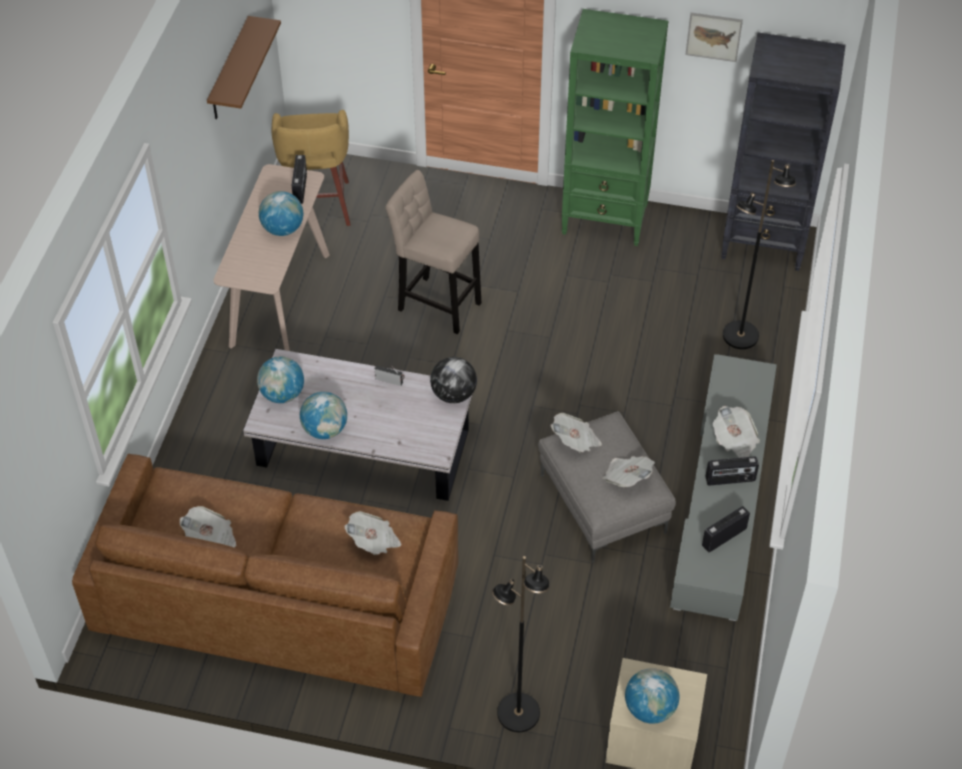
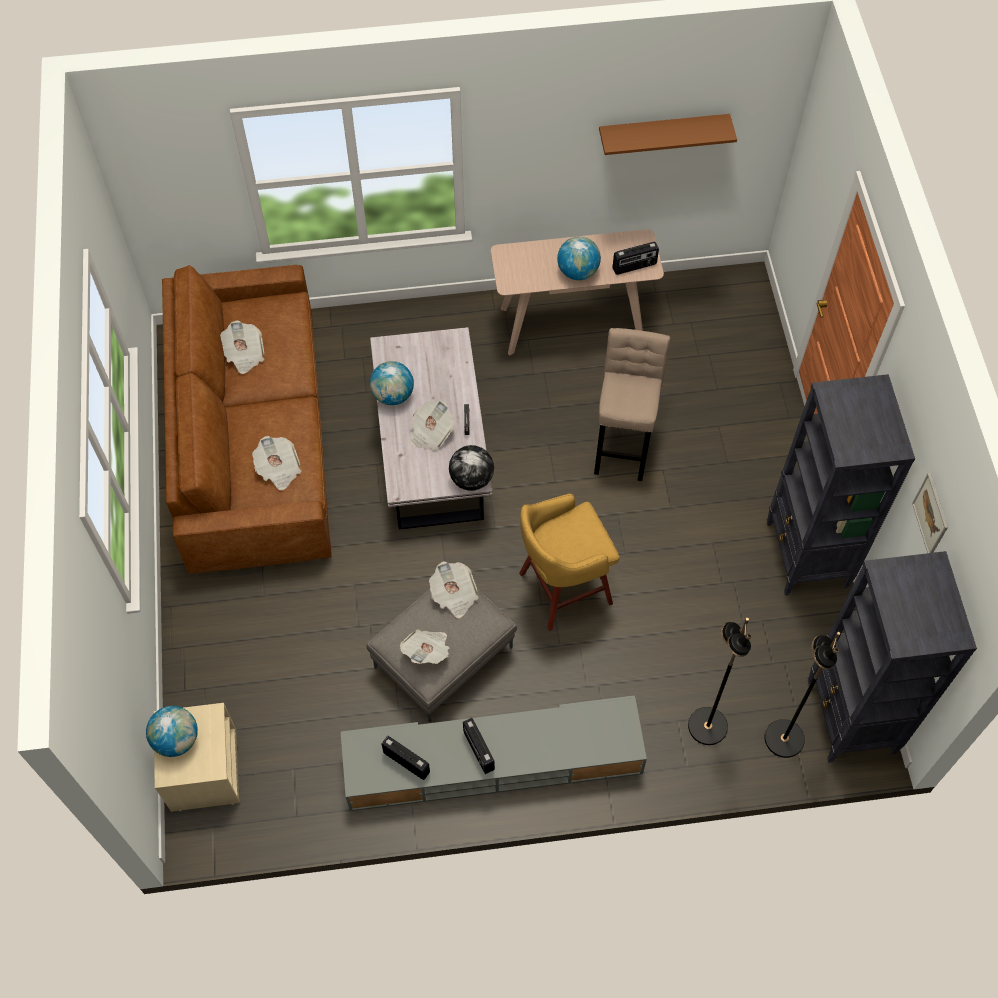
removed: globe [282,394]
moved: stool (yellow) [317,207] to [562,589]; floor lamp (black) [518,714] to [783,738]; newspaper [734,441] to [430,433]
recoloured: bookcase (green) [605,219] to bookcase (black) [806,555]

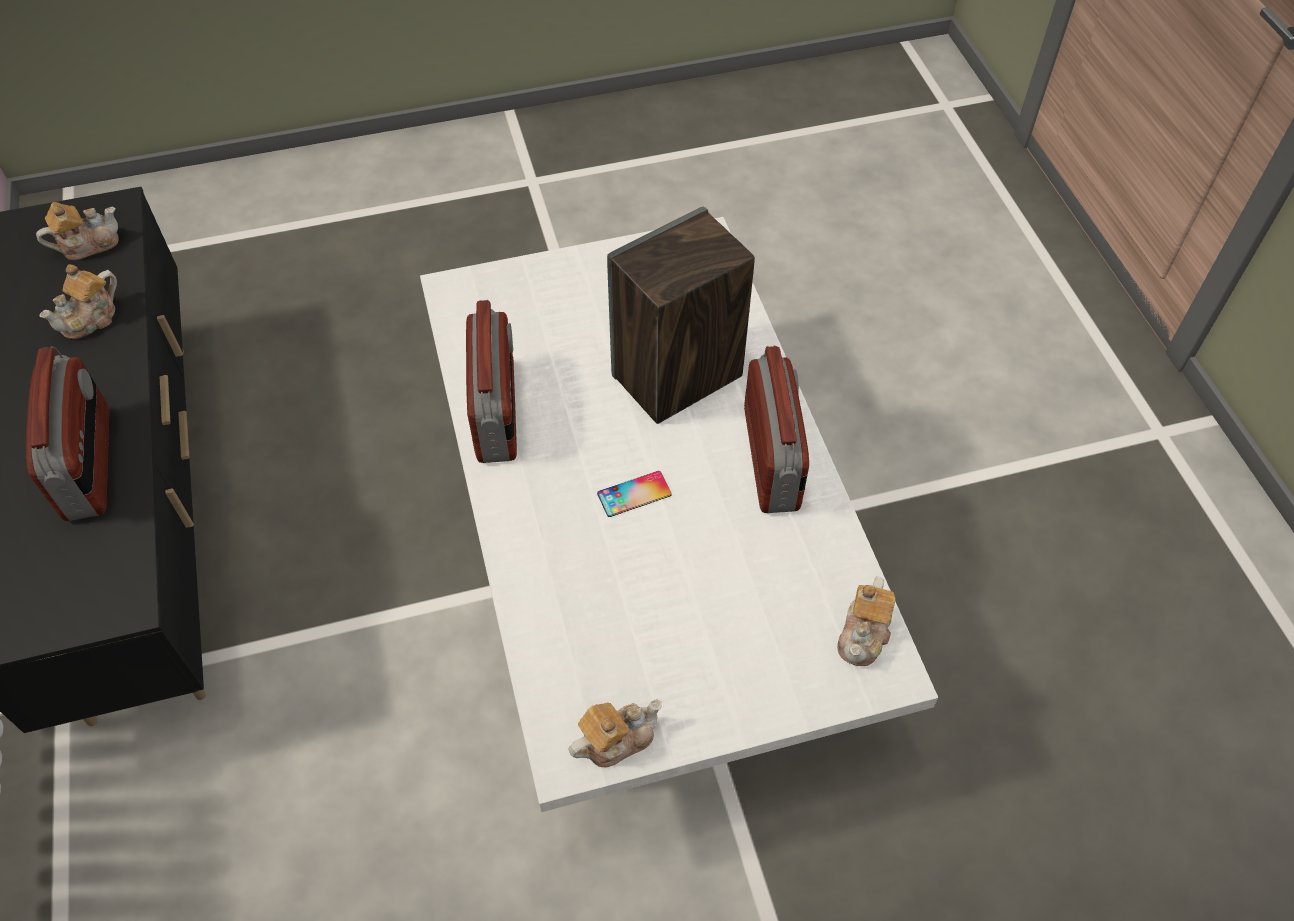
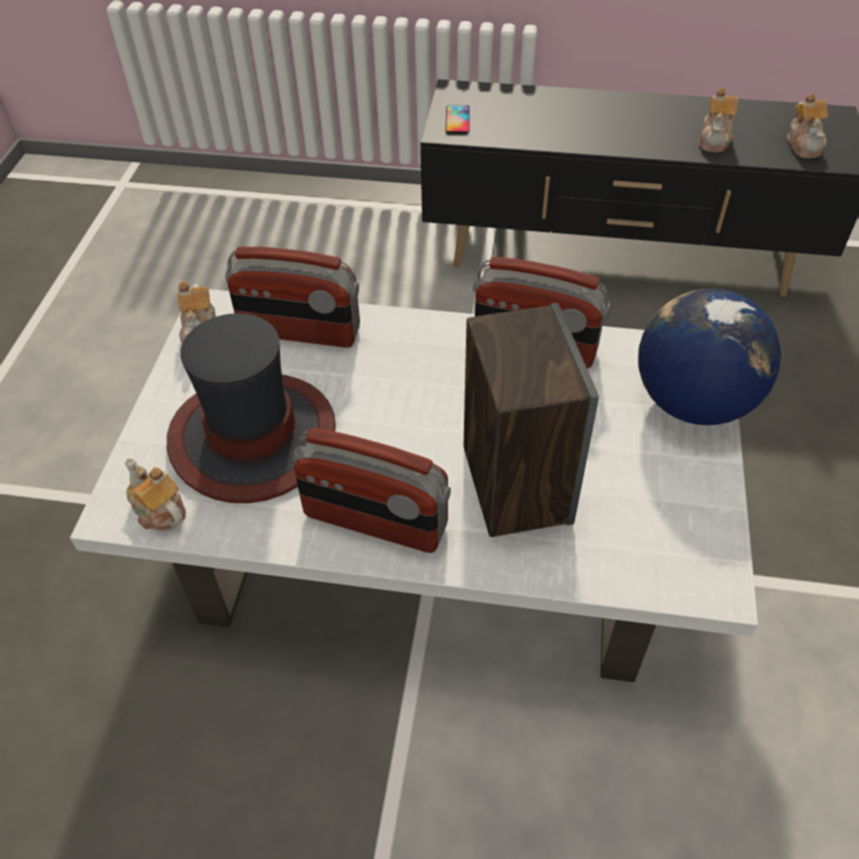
added: hat [253,437]; globe [692,402]
moved: radio [90,463] to [299,332]; phone [634,494] to [457,120]
turned: teapot [91,319] = [715,139] 135 degrees counterclockwise

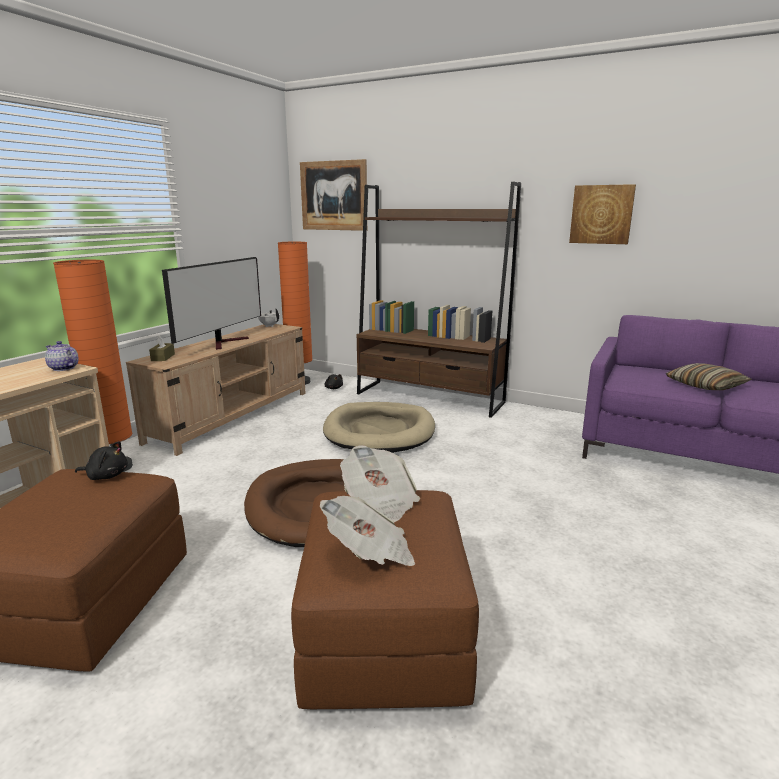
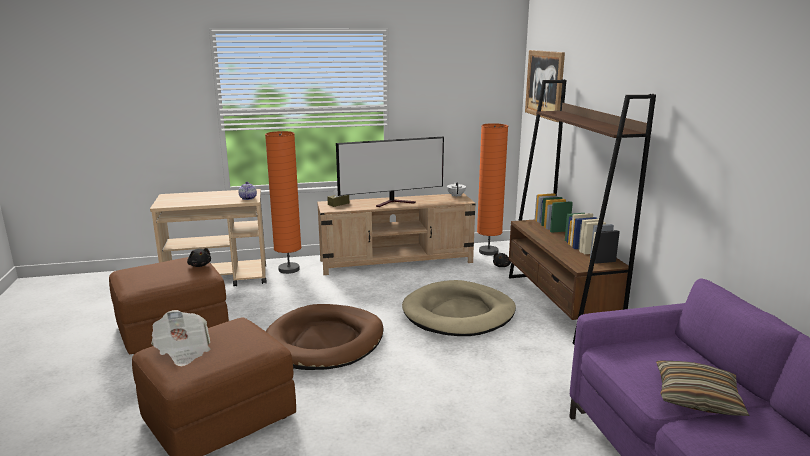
removed: newspaper [380,501]; picture [601,214]

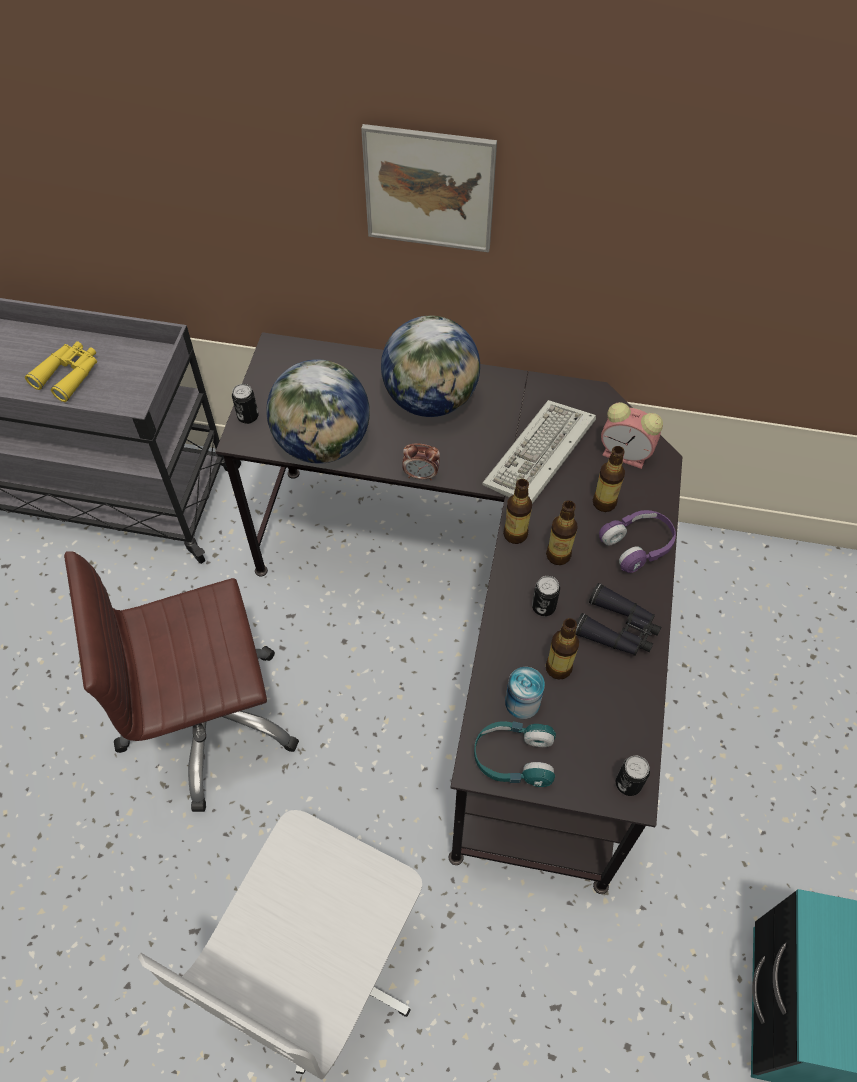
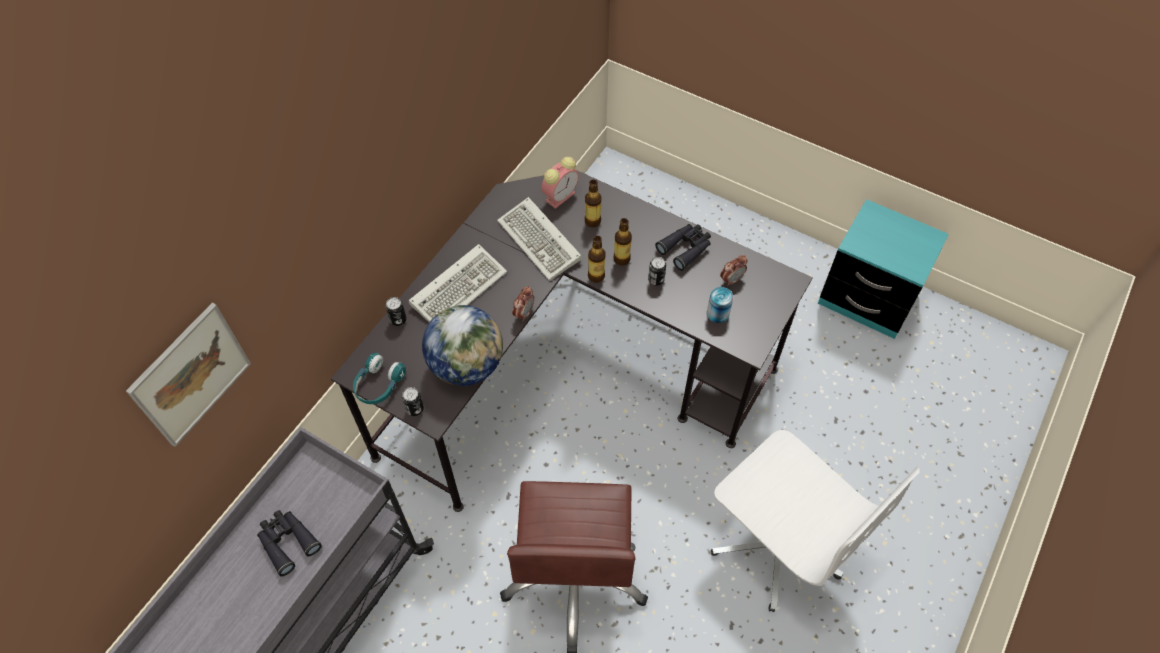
removed: bottle [558,668]; headphones (purple) [638,545]
added: alarm clock [731,280]
moved: picture [429,189] to [191,375]; headphones (turquoise) [513,758] to [379,385]; can [628,783] to [398,320]
replaced: globe [431,399] to keyboard [459,287]
recoloured: binoculars (yellow) [69,374] to binoculars (black) [287,542]

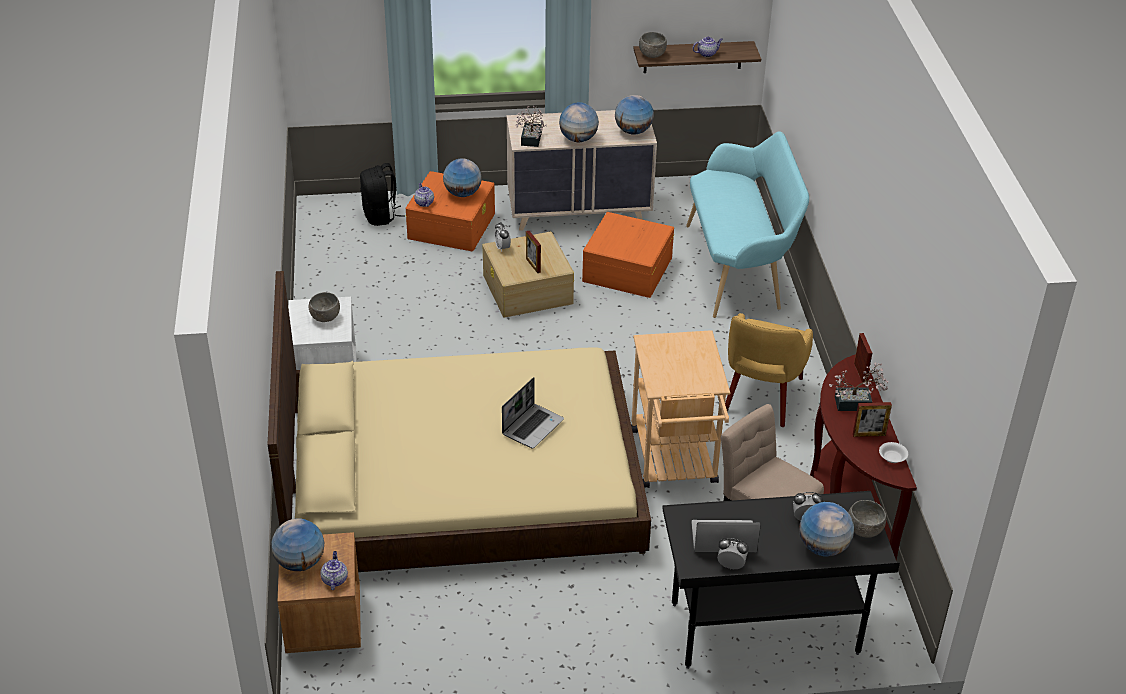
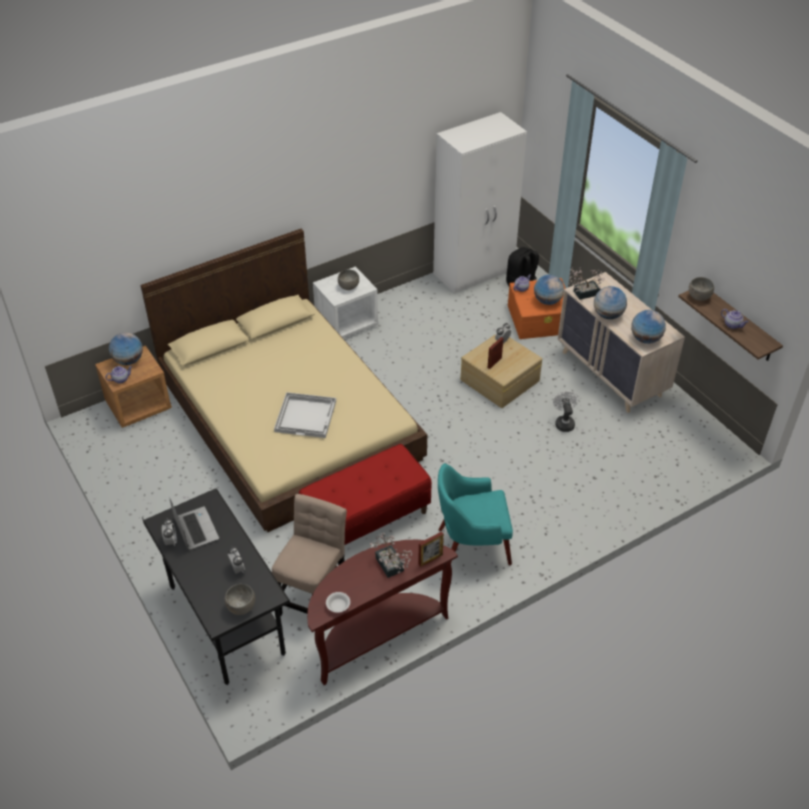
removed: bench (turquoise) [739,268]; globe [823,547]; picture frame [869,434]
added: wardrobe (white) [474,272]
replaced: laptop [532,426] to tray (white) [306,416]; storage box (orange) [627,269] to fan (white) [564,422]; cart (beige) [675,463] to bench (red) [366,519]
recoloured: armchair (yellow) [761,397] to armchair (turquoise) [471,546]

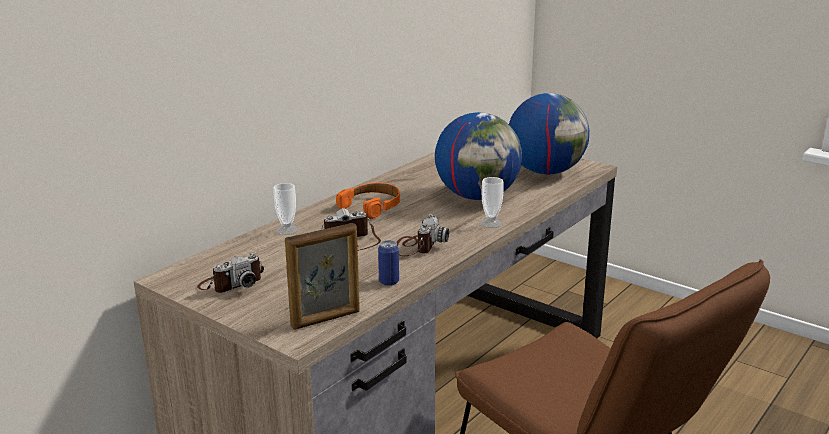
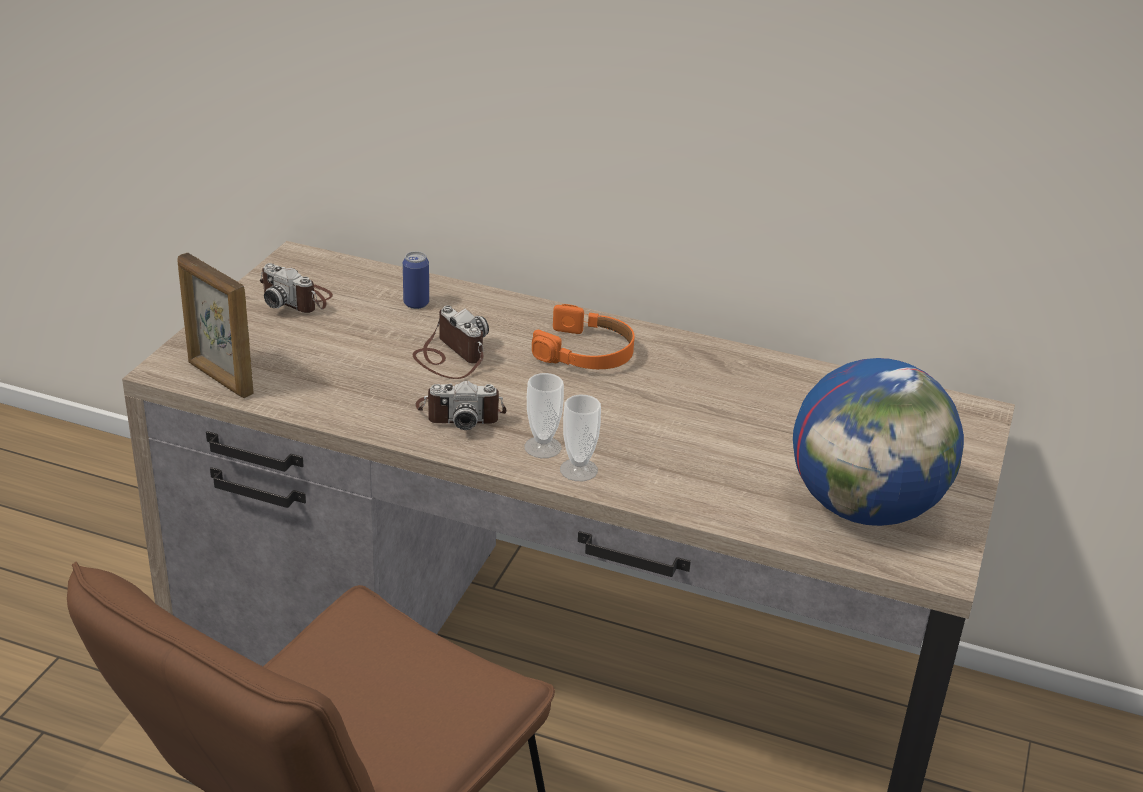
removed: globe [477,196]
moved: cup [287,230] to [542,447]; can [389,282] to [416,303]

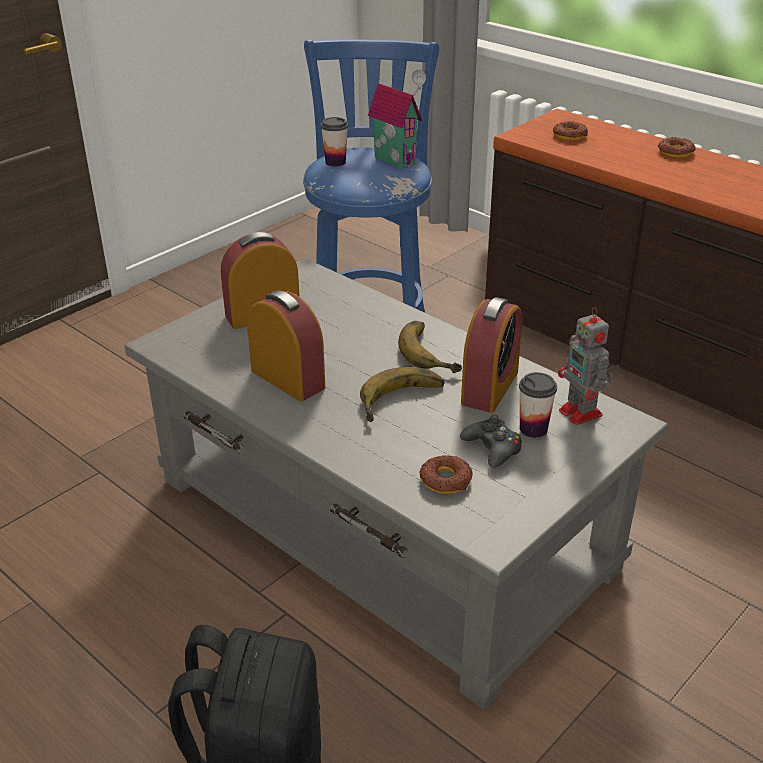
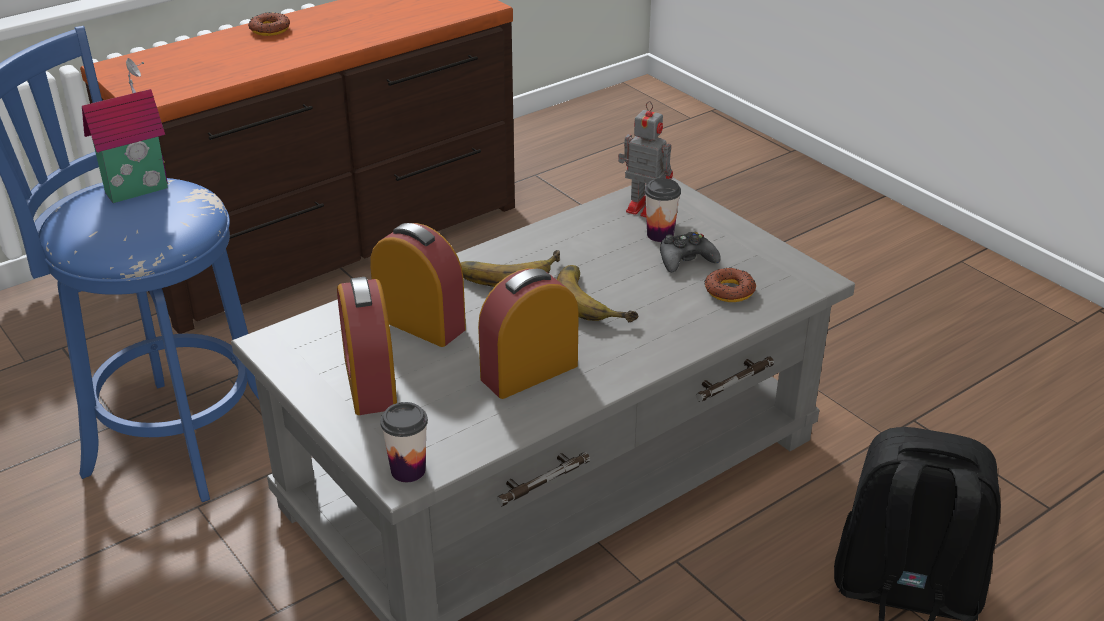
removed: donut [570,135]
moved: cup [335,162] to [408,470]; alarm clock [490,387] to [420,323]
turned: toy robot [582,414] = [642,207] 135 degrees counterclockwise

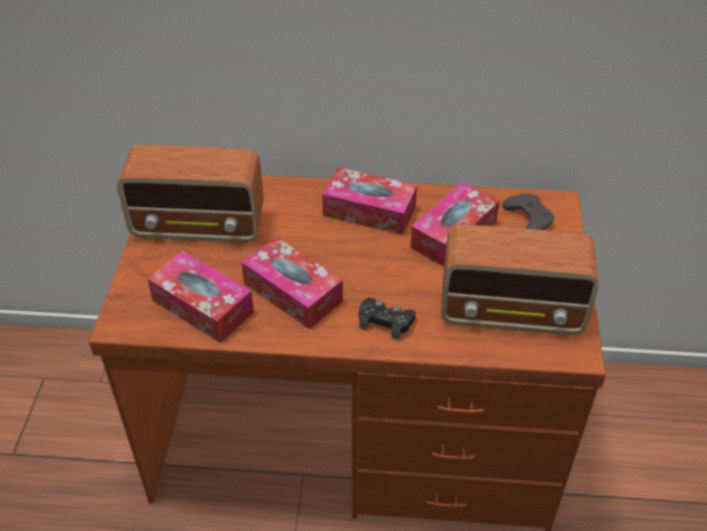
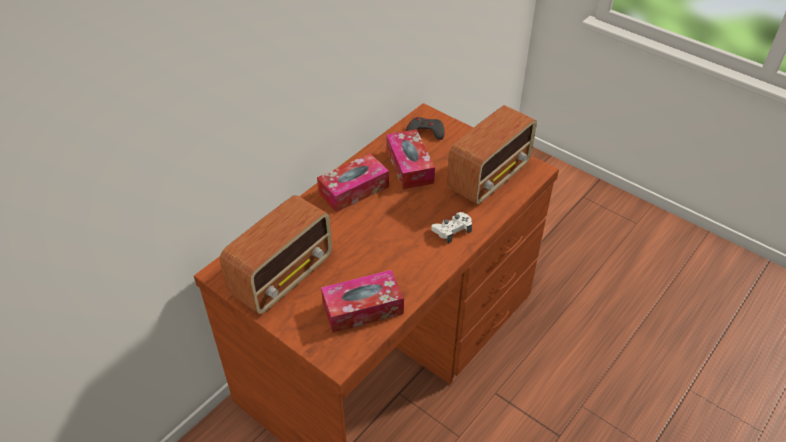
removed: tissue box [292,292]
recoloured: game controller (black) [385,321] to game controller (white) [452,230]

